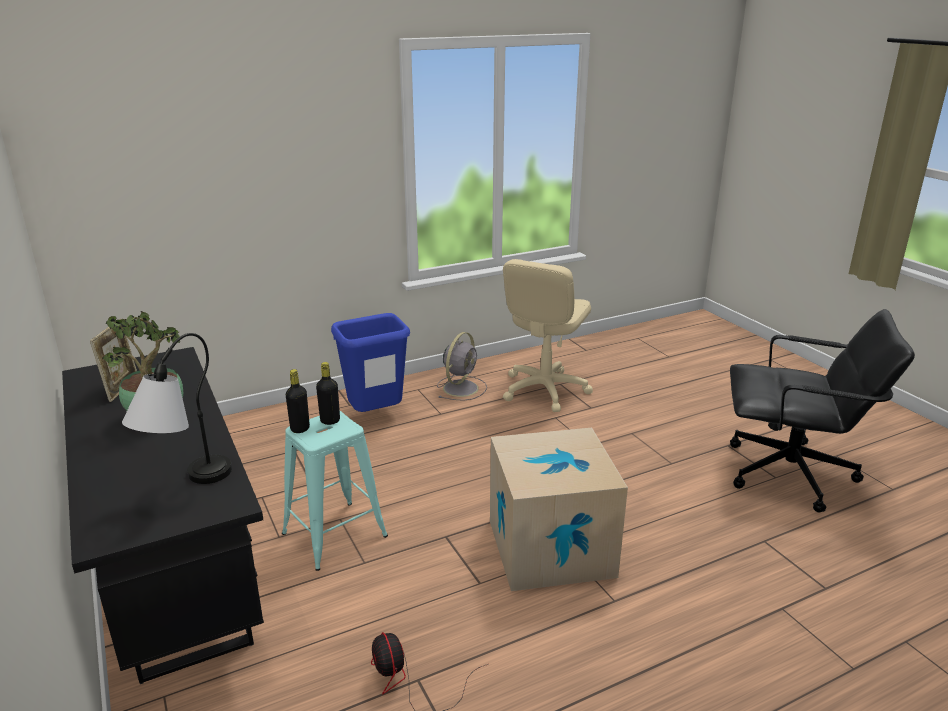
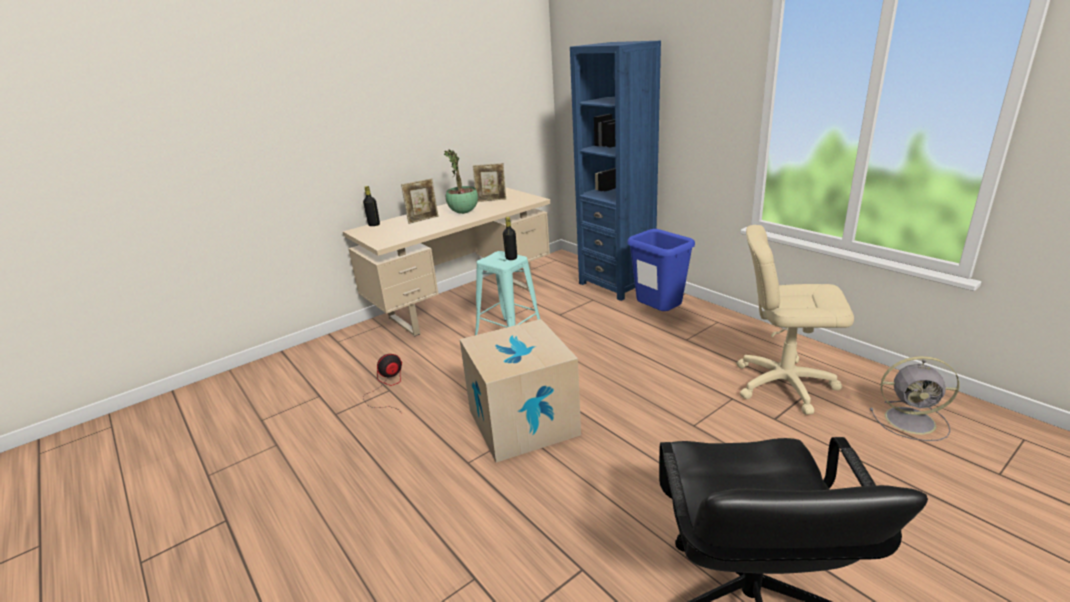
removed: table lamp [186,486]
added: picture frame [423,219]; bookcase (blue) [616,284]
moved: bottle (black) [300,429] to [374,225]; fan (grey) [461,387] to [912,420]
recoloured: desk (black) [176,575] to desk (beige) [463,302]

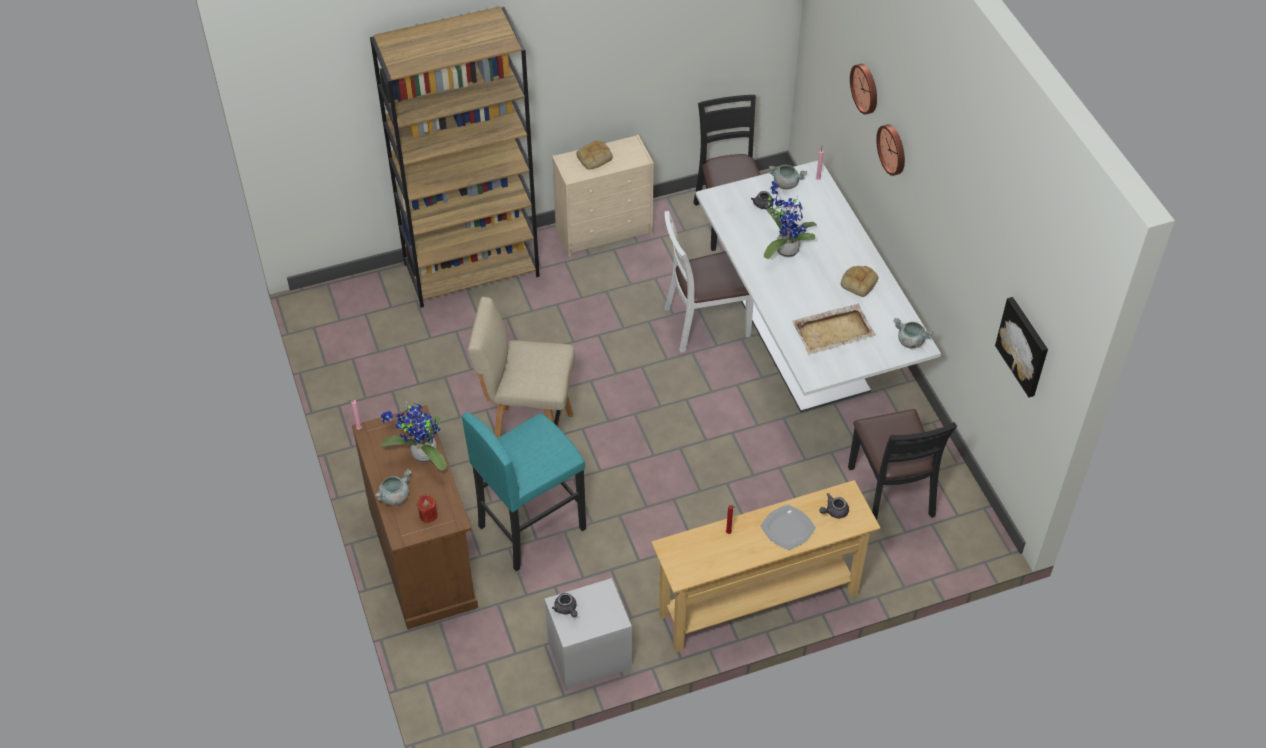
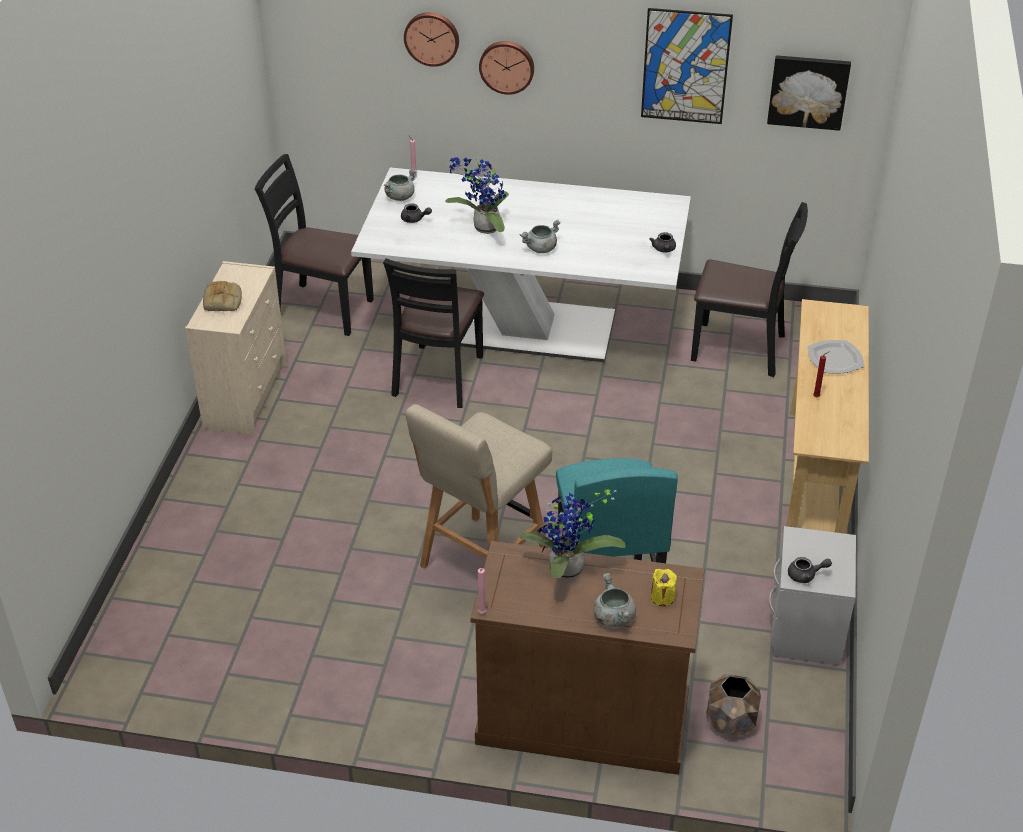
removed: bookcase (brown) [472,269]; tray (beige) [834,331]; bread [858,282]
added: picture [685,66]; planter (brown) [731,721]
moved: teapot (grey) [833,511] to [664,250]; cooking pot (grey) [910,341] to [540,249]
recoloured: candle (red) [428,515] to candle (yellow) [662,597]; chair (white) [705,323] to chair (black) [438,376]

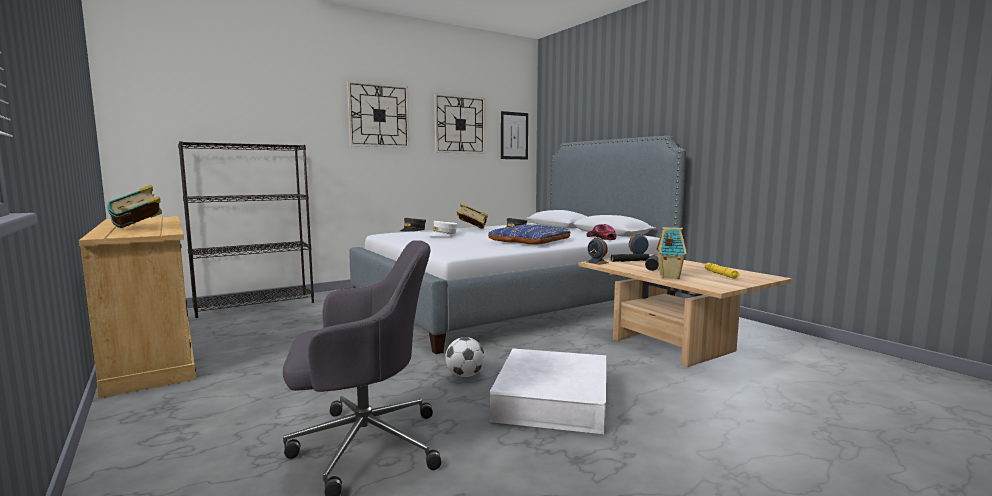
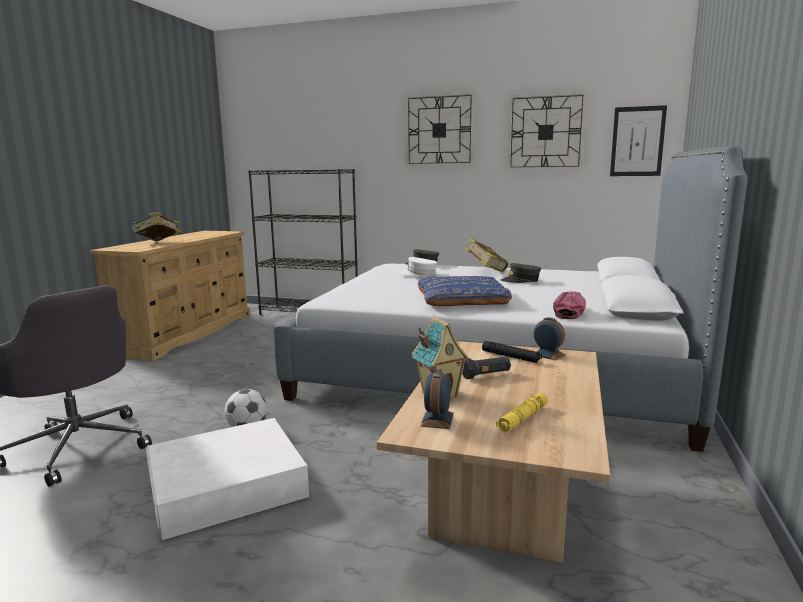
moved: alarm clock [597,262] to [437,419]

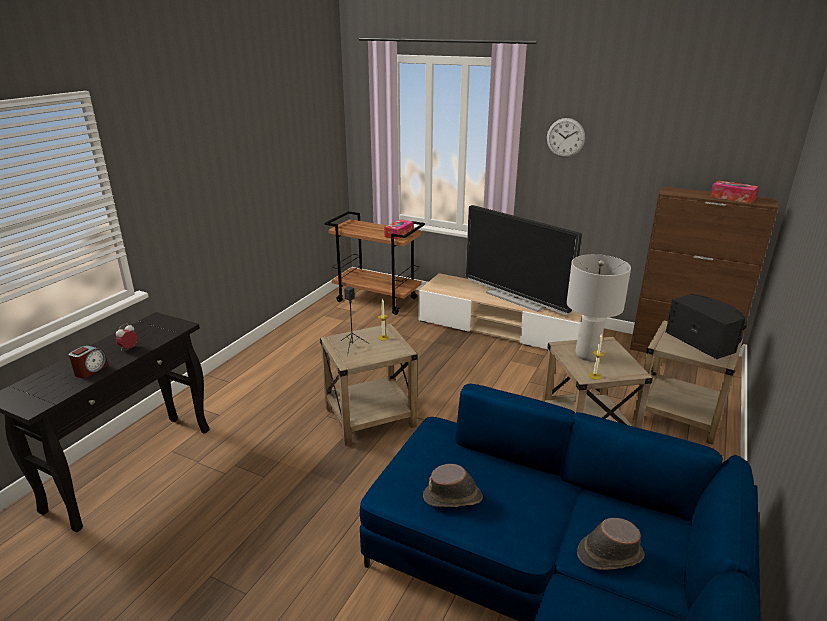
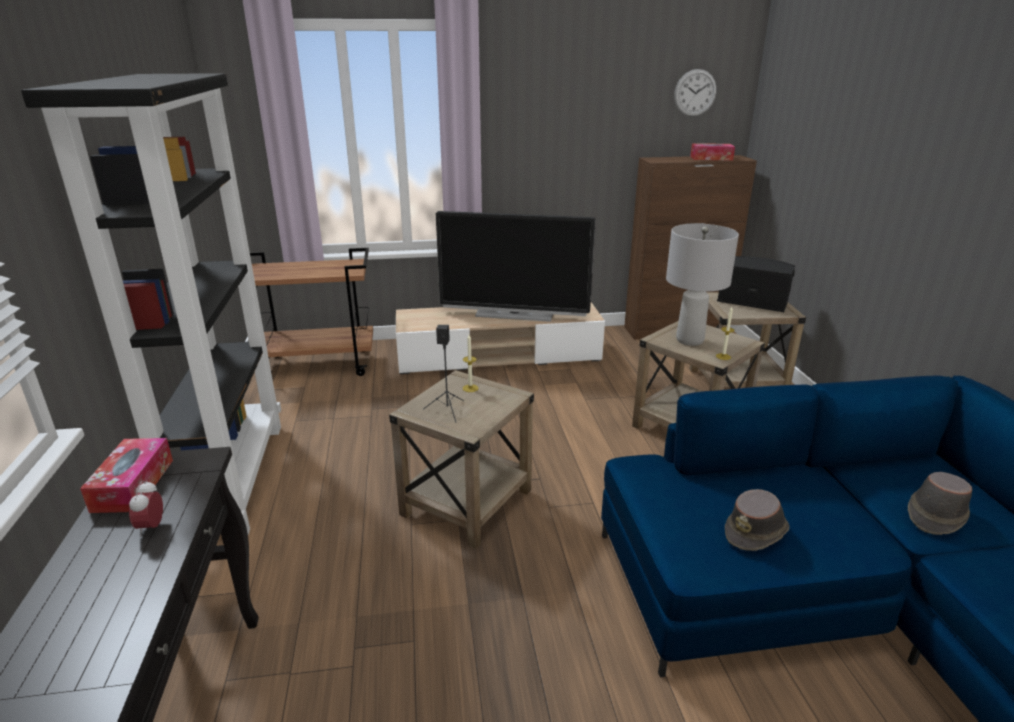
removed: alarm clock [91,370]
added: bookcase (black) [232,478]
moved: tissue box [399,234] to [133,485]; wall clock [565,137] to [695,93]

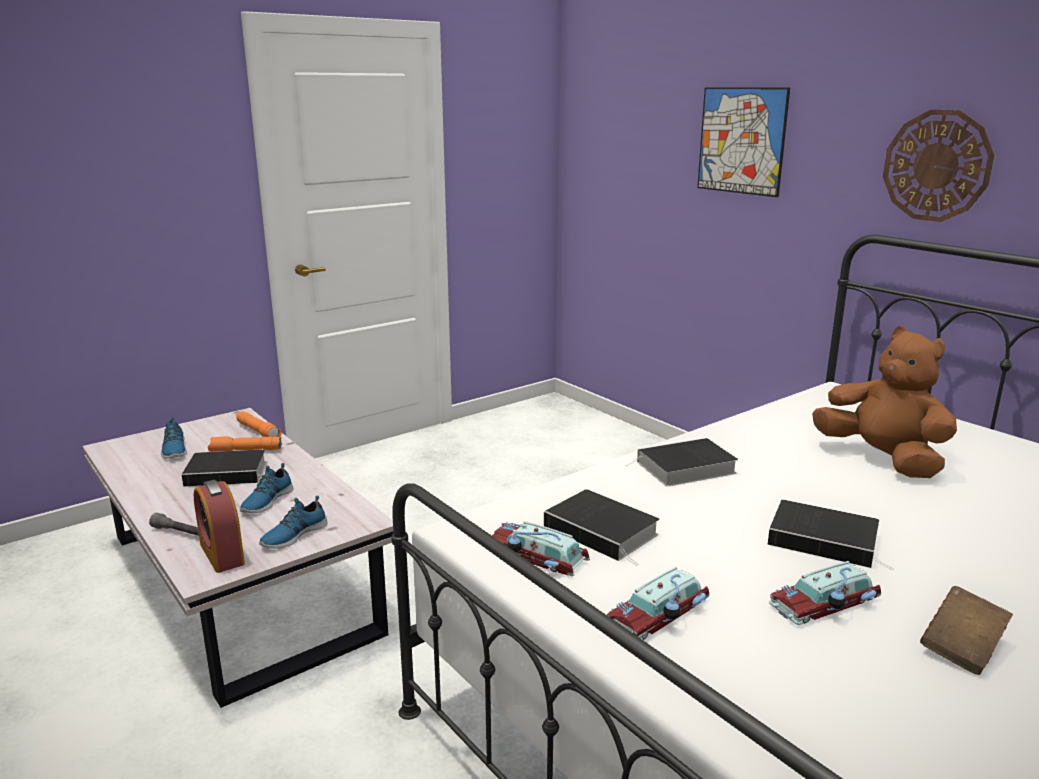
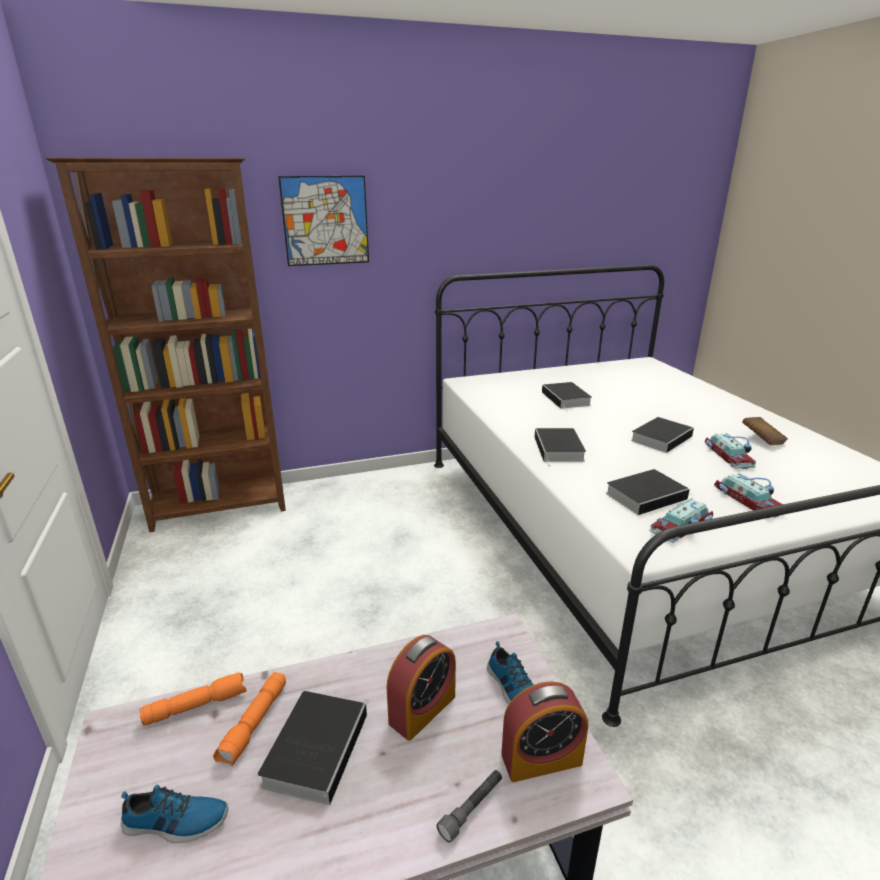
removed: wall clock [936,166]
added: bookcase (brown) [221,508]
replaced: shoe [266,501] to alarm clock [422,709]; plush toy (brown) [882,459] to book [567,399]

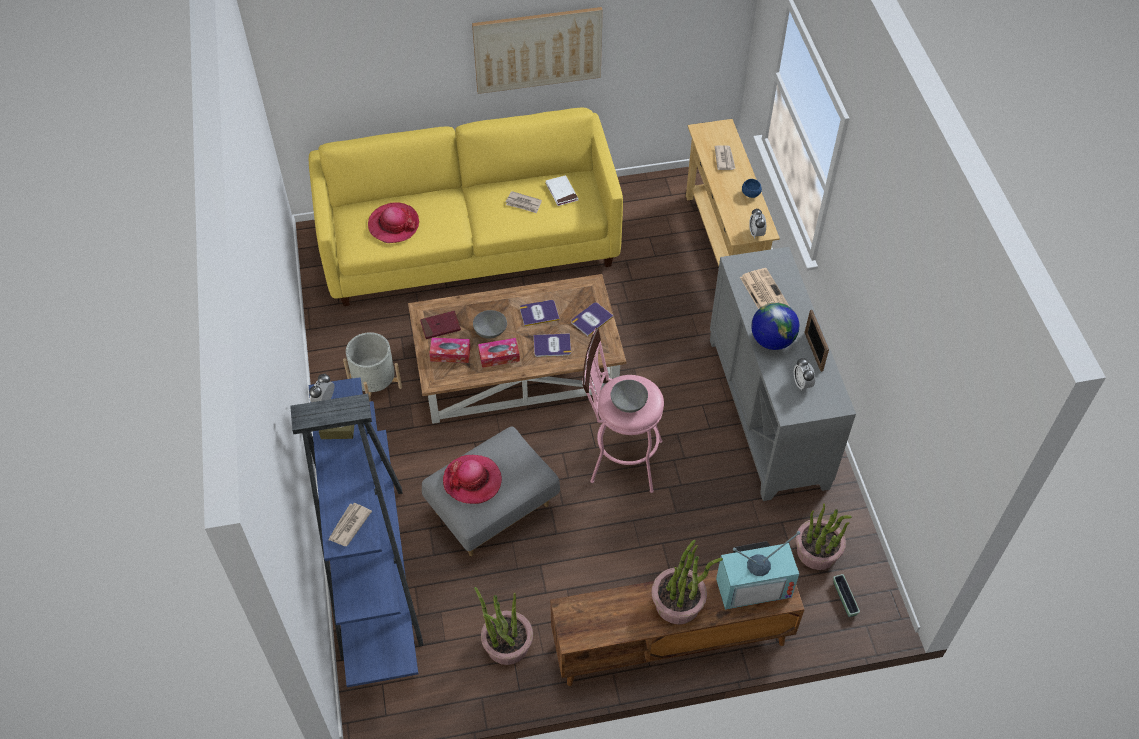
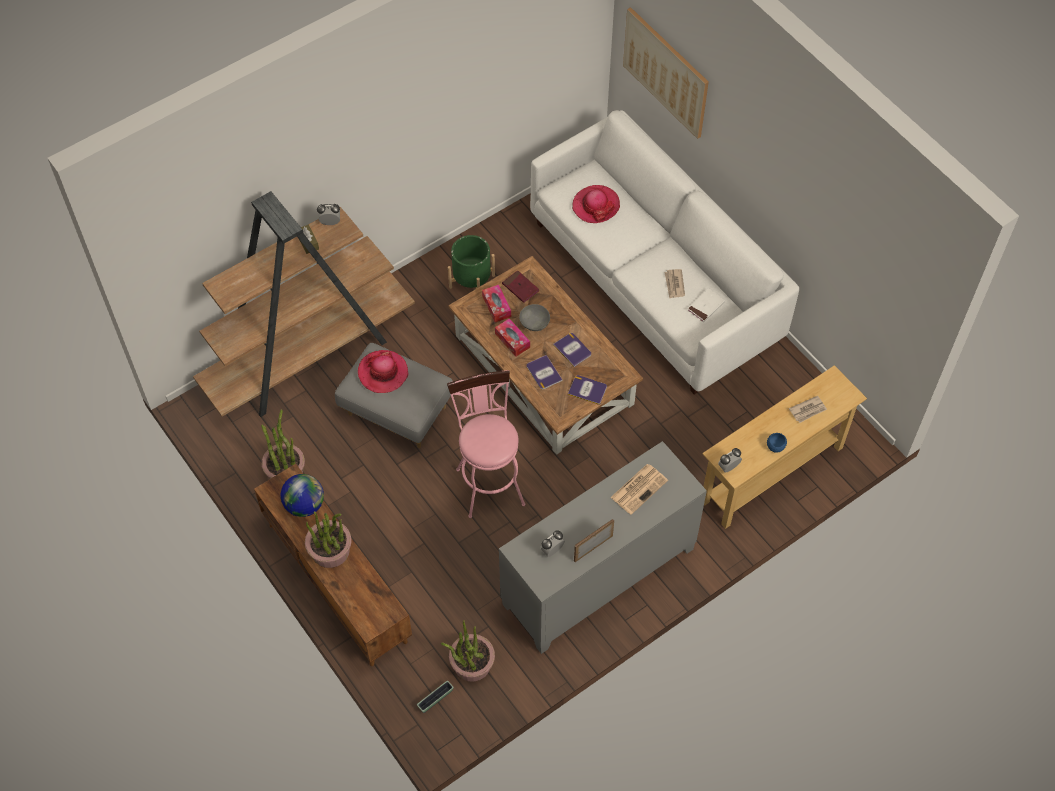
removed: newspaper [349,525]; bowl (grey) [628,403]; television [753,584]
moved: picture [538,49] to [665,72]; globe [771,340] to [304,505]
recoloured: bookcase (blue) [371,567] to bookcase (brown) [309,355]; sofa (yellow) [470,244] to sofa (white) [654,281]; planter (grey) [375,385] to planter (green) [472,281]

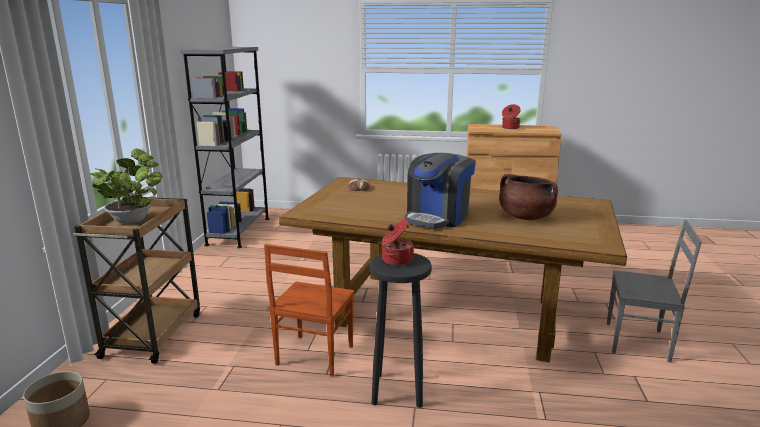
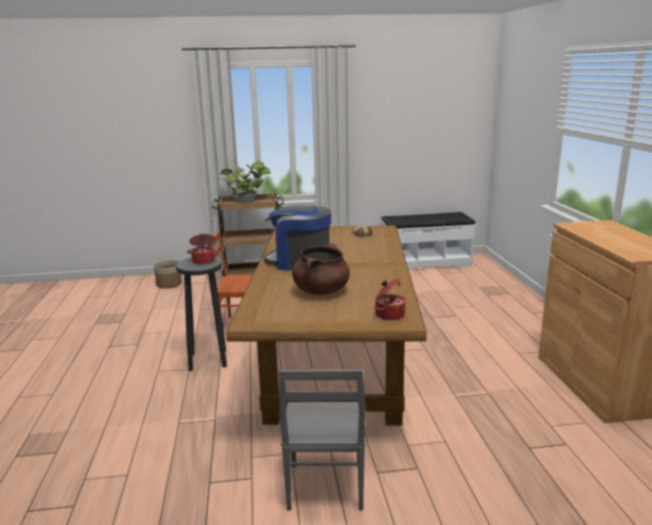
moved: cooking pot [510,128] to [389,314]
replaced: bookcase (grey) [239,231] to bench (white) [425,262]

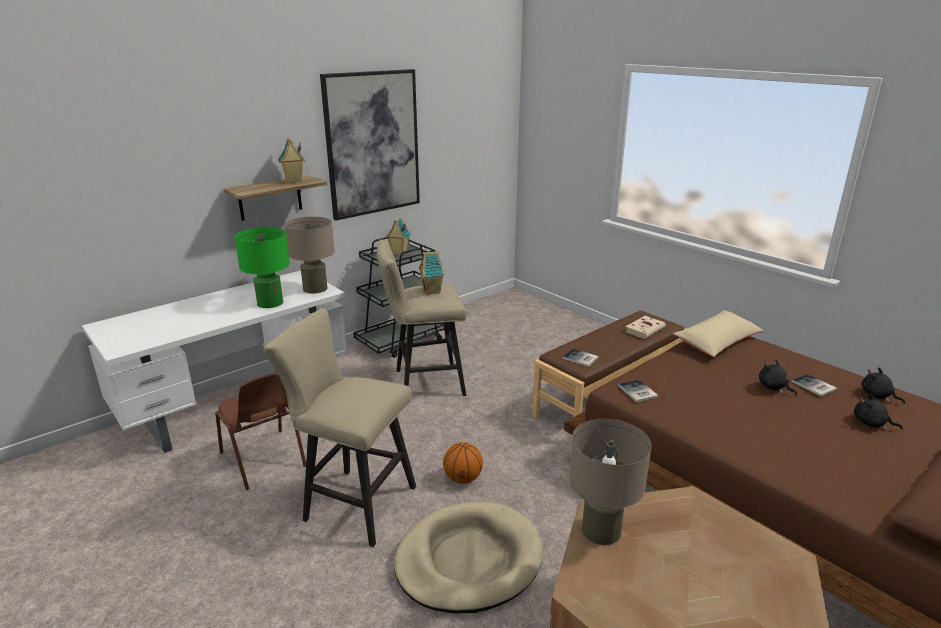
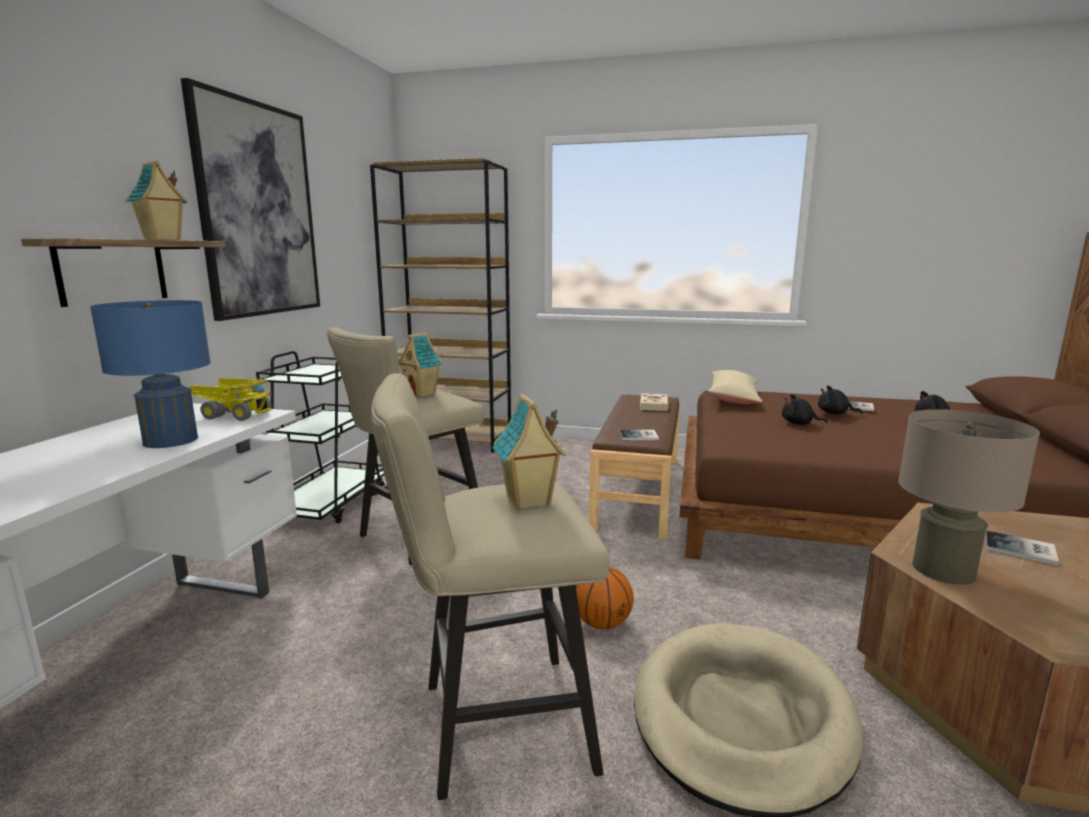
removed: chair (brown) [263,460]
added: bookcase (brown) [452,439]
moved: toy house [399,253] to [528,501]; book [637,392] to [1022,550]; plush toy (black) [877,396] to [799,424]
replaced: table lamp (beige) [315,288] to toy truck [235,414]
recoloured: table lamp (green) [270,303] to table lamp (blue) [170,440]

